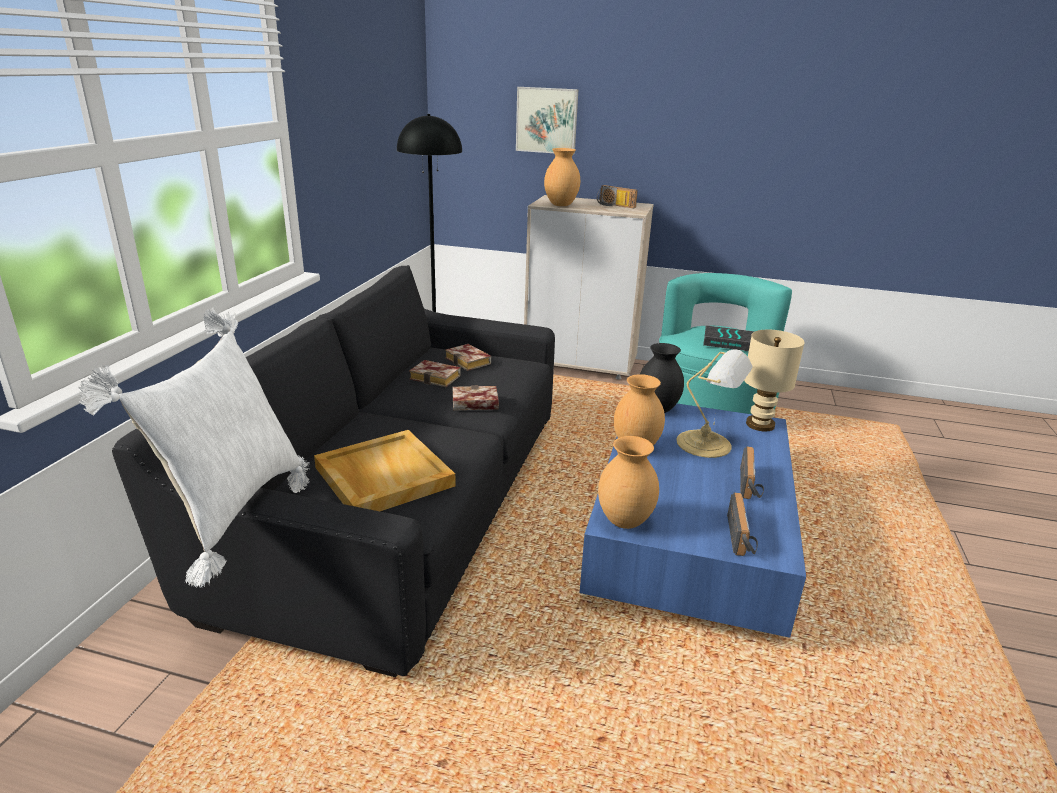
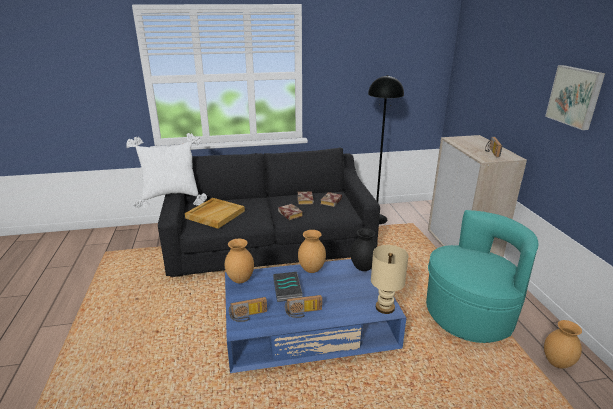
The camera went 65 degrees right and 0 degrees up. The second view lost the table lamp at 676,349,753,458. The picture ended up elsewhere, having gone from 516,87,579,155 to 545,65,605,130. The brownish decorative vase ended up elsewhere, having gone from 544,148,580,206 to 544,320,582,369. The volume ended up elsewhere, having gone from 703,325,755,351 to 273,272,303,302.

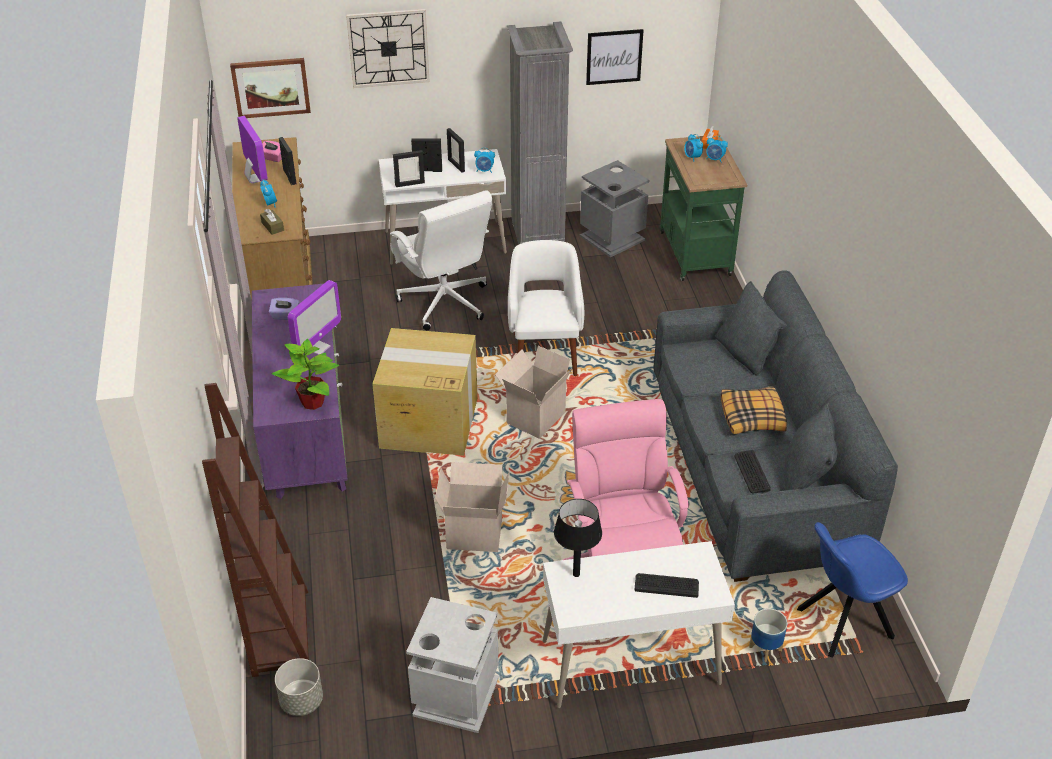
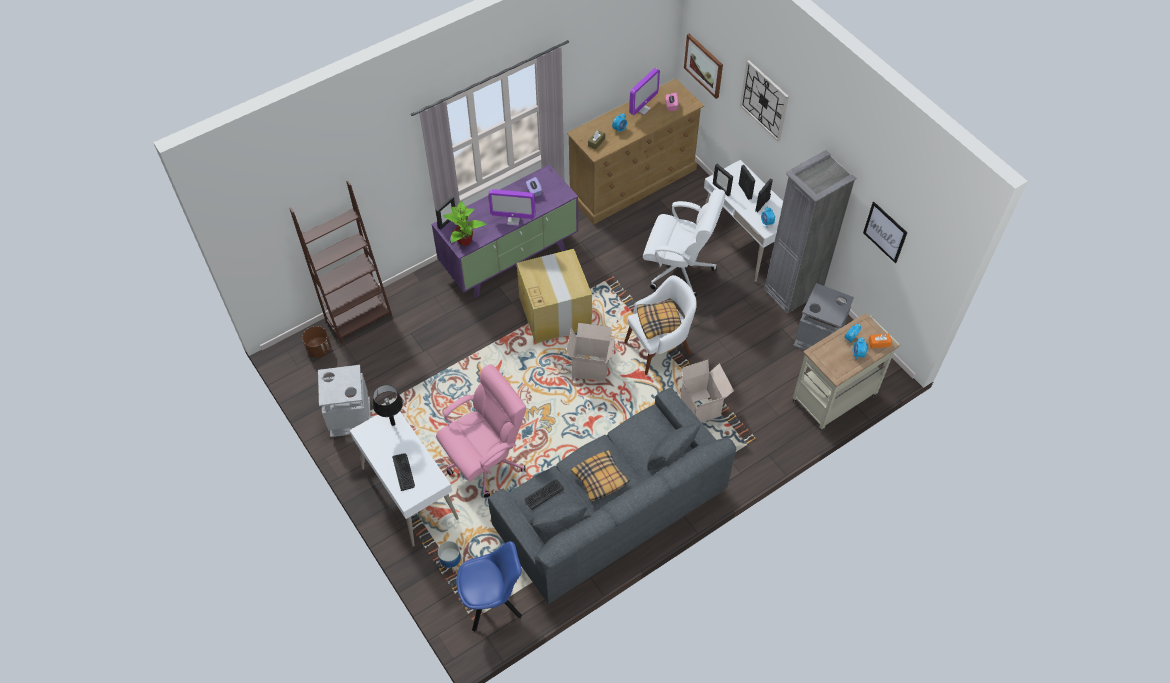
The camera went 65 degrees right and 15 degrees up. The second view gained the pillow at 637,298,681,339. The photo frame ended up elsewhere, having gone from 279,137,297,185 to 436,196,455,230. The carton ended up elsewhere, having gone from 435,462,510,552 to 680,360,734,422. What was the grey flower pot at 275,658,323,716 turned into the brownish flower pot at 302,326,331,358. What was the green trolley at 660,134,747,281 turned into the sand-coloured trolley at 793,313,901,431. The whitish desk chair at 390,190,492,330 ended up facing another way, 105 degrees counterclockwise from before. The blue upright chair at 797,522,908,658 ended up facing another way, 120 degrees clockwise from before.

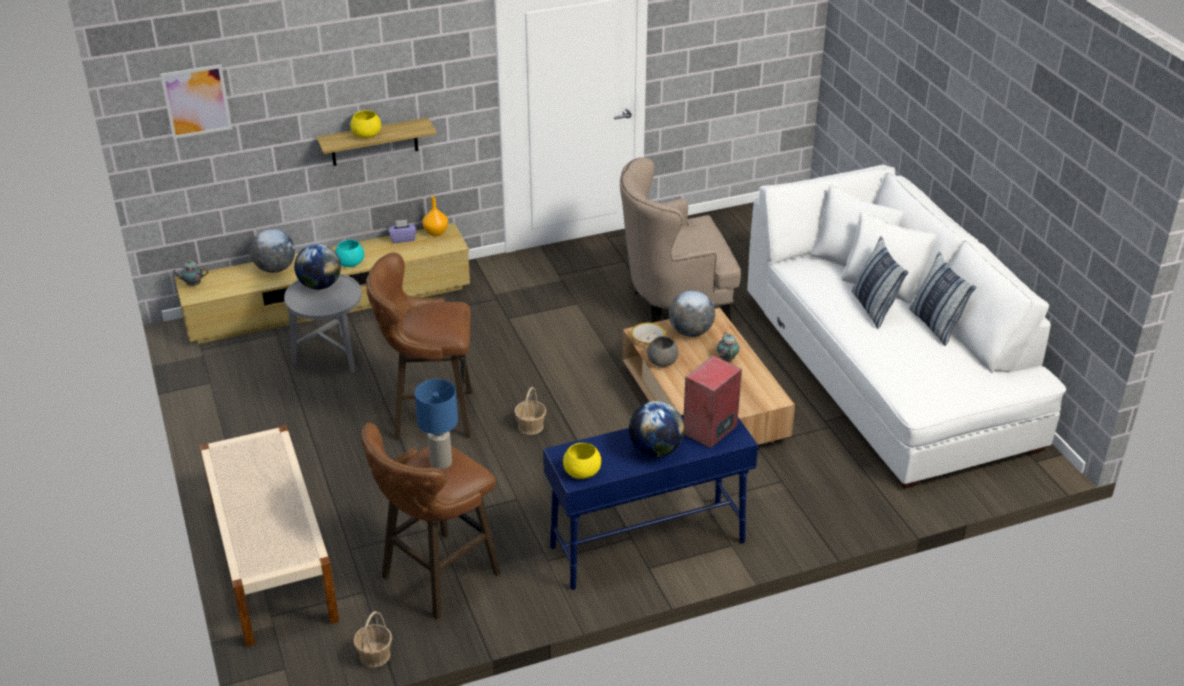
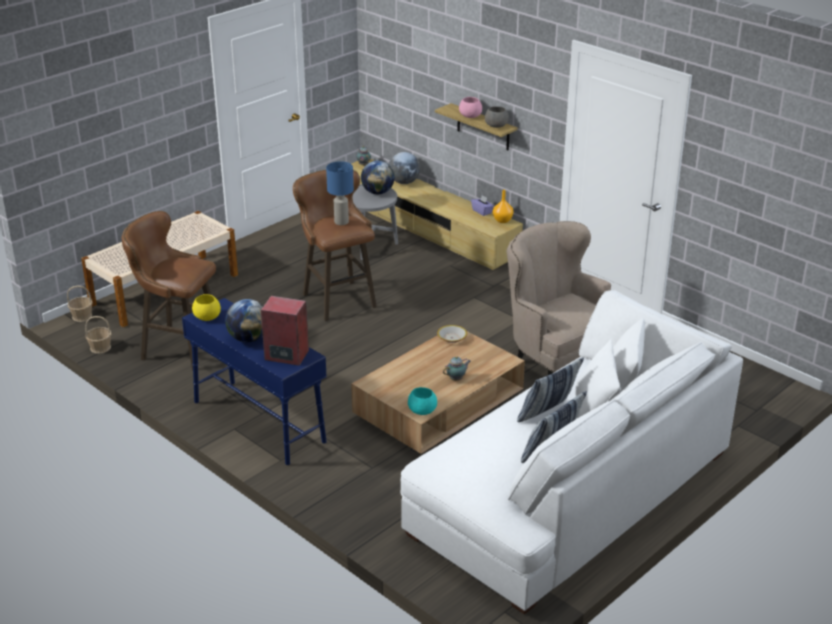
The camera went 65 degrees right and 5 degrees down. The second view lost the picture at 160,64,232,139. The second view lost the world globe at 669,291,715,337. The blue-green deep dish ended up elsewhere, having gone from 335,239,364,267 to 408,387,437,415. The blue table lamp ended up elsewhere, having gone from 415,379,458,470 to 326,161,354,225. The storage basket ended up elsewhere, having gone from 514,387,546,435 to 67,286,93,322. The grey deep dish ended up elsewhere, having gone from 647,336,679,367 to 485,106,509,128. What was the yellow deep dish at 350,110,381,138 turned into the pink-coloured deep dish at 459,97,482,118.

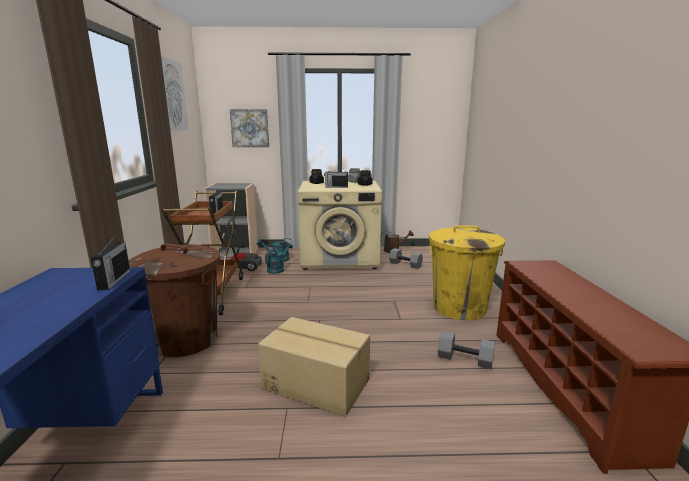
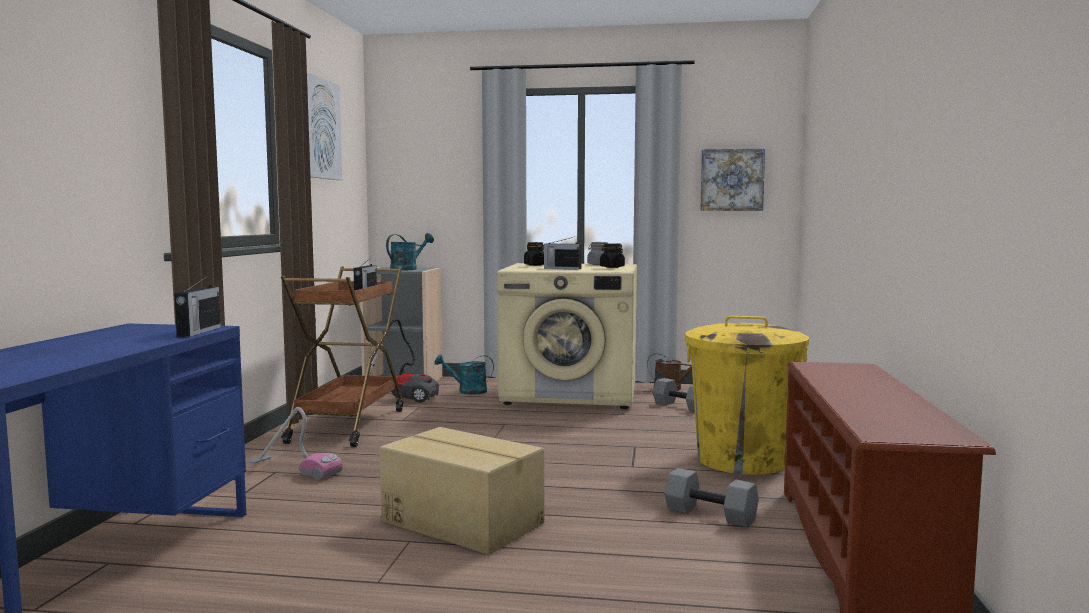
The camera went 10 degrees right and 10 degrees down. The picture ended up elsewhere, having gone from 230,109,269,147 to 700,149,765,211. The blue-green watering can ended up elsewhere, having gone from 265,242,293,274 to 386,233,434,271. Where the brownish rubbish bin stood at 129,243,220,357, the vacuum cleaner came to stand at 247,407,343,480.

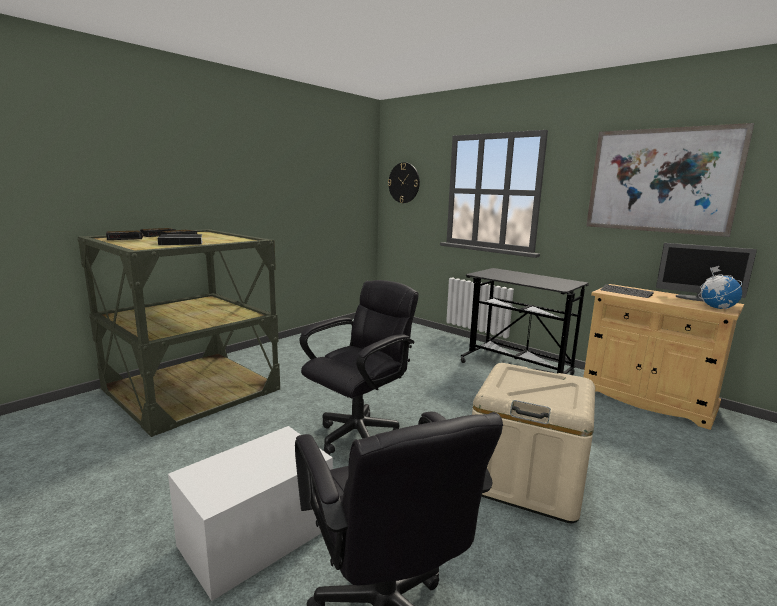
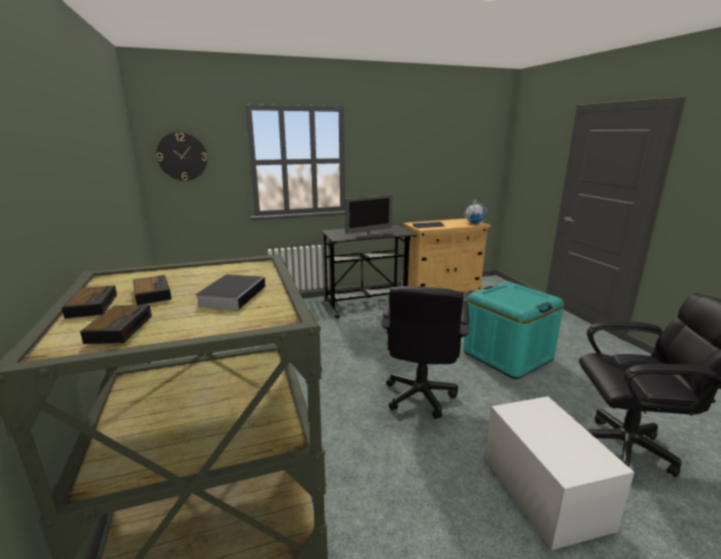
The camera went 60 degrees left and 5 degrees up. The second view lost the picture at 586,123,754,237. The computer display ended up elsewhere, having gone from 656,243,757,302 to 345,195,392,237. What was the sand-coloured storage bin at 472,363,595,523 turned into the blue-green storage bin at 463,282,564,379. The black desk chair at 300,280,419,455 ended up facing another way, 150 degrees counterclockwise from before.

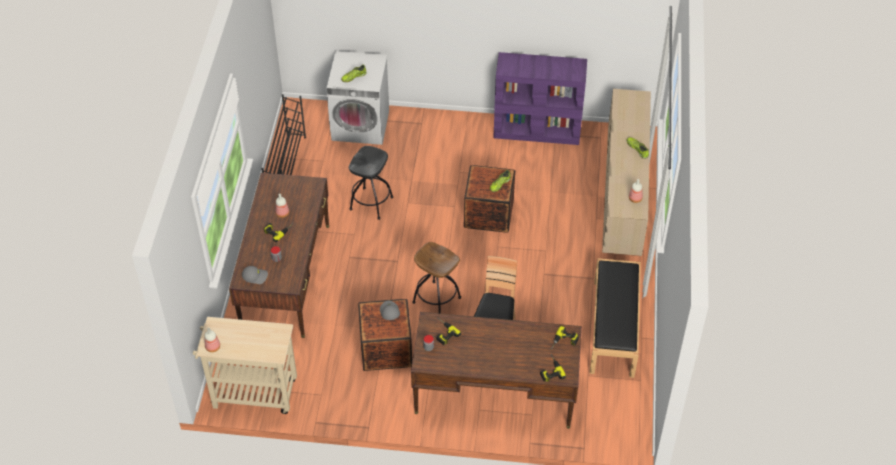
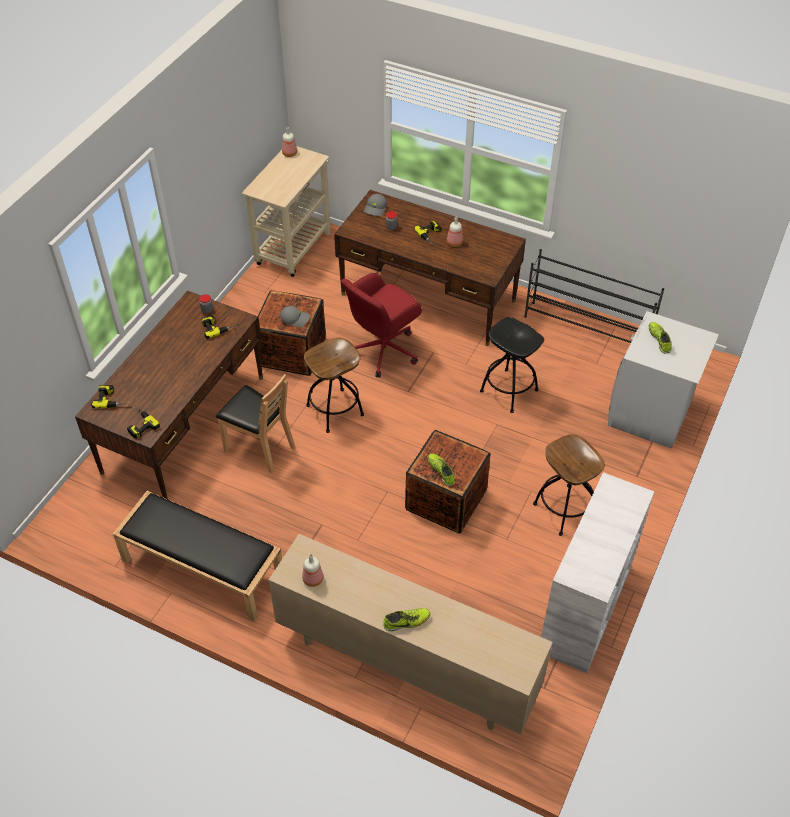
The camera went 110 degrees right and 0 degrees up. The second view gained the red desk chair at 341,273,422,378. The second view gained the brownish sitting stool at 533,434,605,536. What was the purple-coloured bookcase at 493,52,587,145 turned into the whitish bookcase at 541,472,655,673.

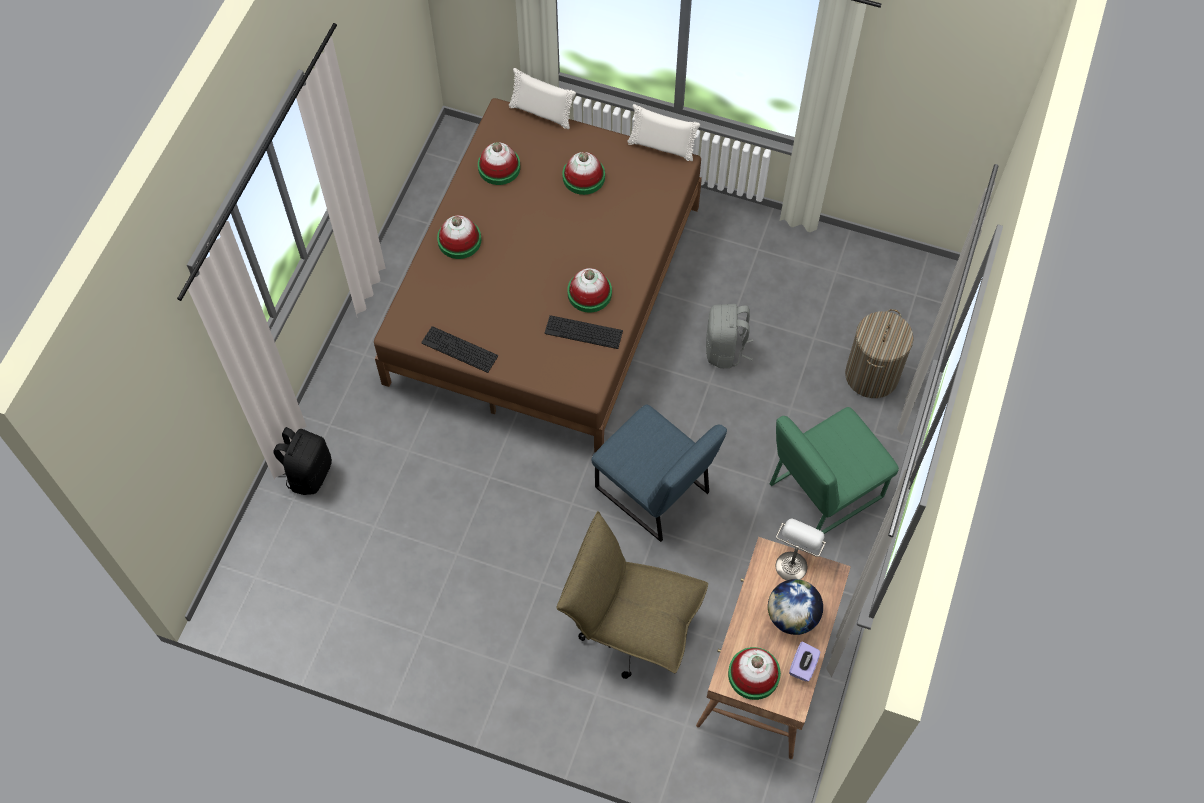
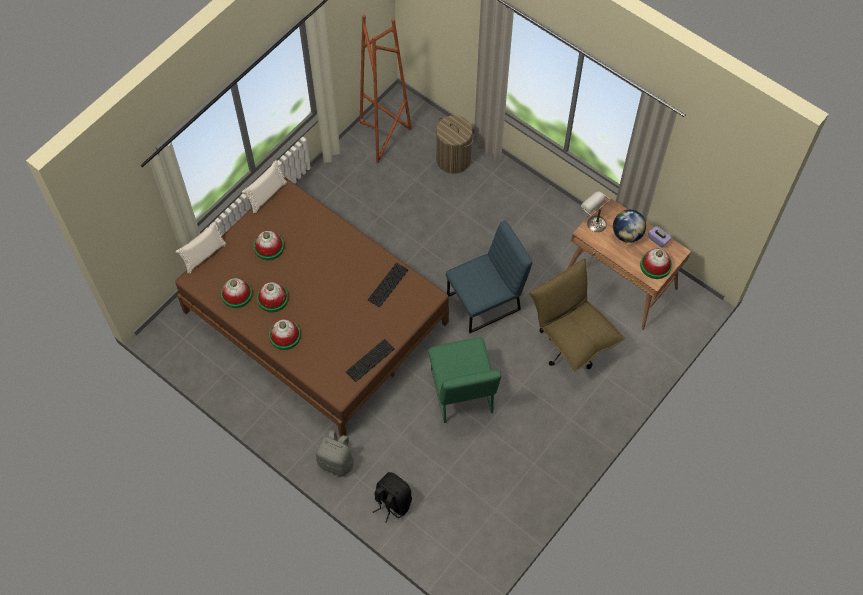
The camera went 70 degrees left and 0 degrees up. The second view gained the brownish garment rack at 360,15,412,163. The wearable hat ended up elsewhere, having gone from 567,268,612,313 to 257,282,288,312. The grey knapsack ended up elsewhere, having gone from 706,304,753,368 to 316,430,354,476. The green upright chair ended up elsewhere, having gone from 770,407,899,534 to 428,338,501,423. The sand-coloured desk chair at 557,511,708,679 ended up facing another way, 105 degrees clockwise from before.

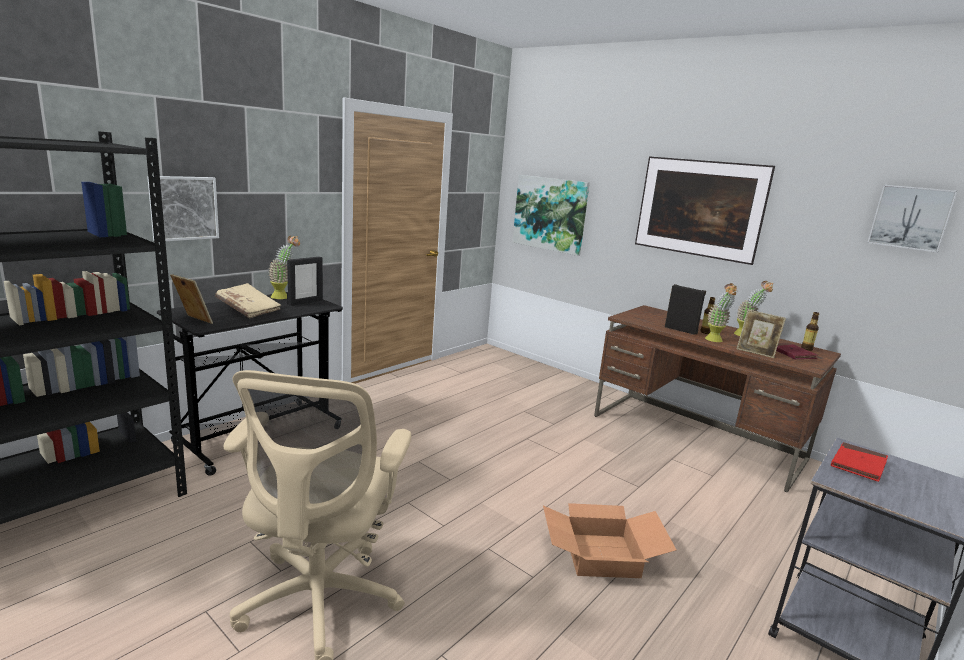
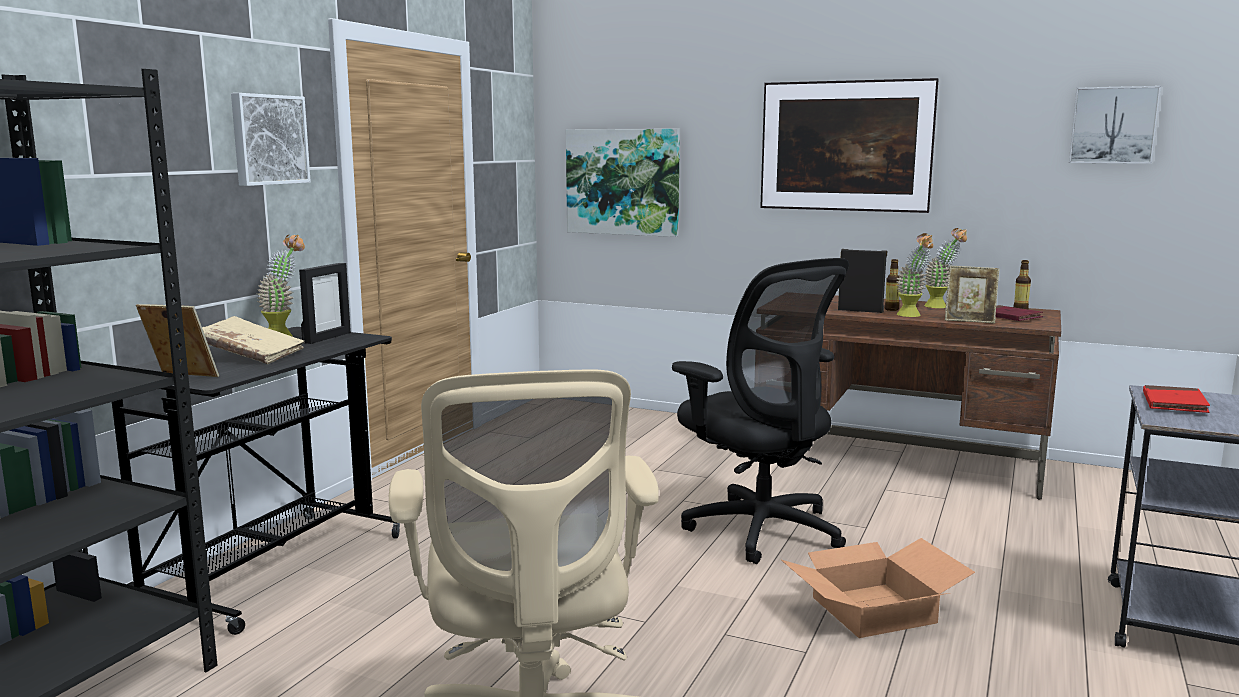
The camera went 15 degrees left and 5 degrees down. The second view gained the black desk chair at 672,258,849,564. The picture ended up elsewhere, having gone from 147,176,219,241 to 231,93,311,186.

